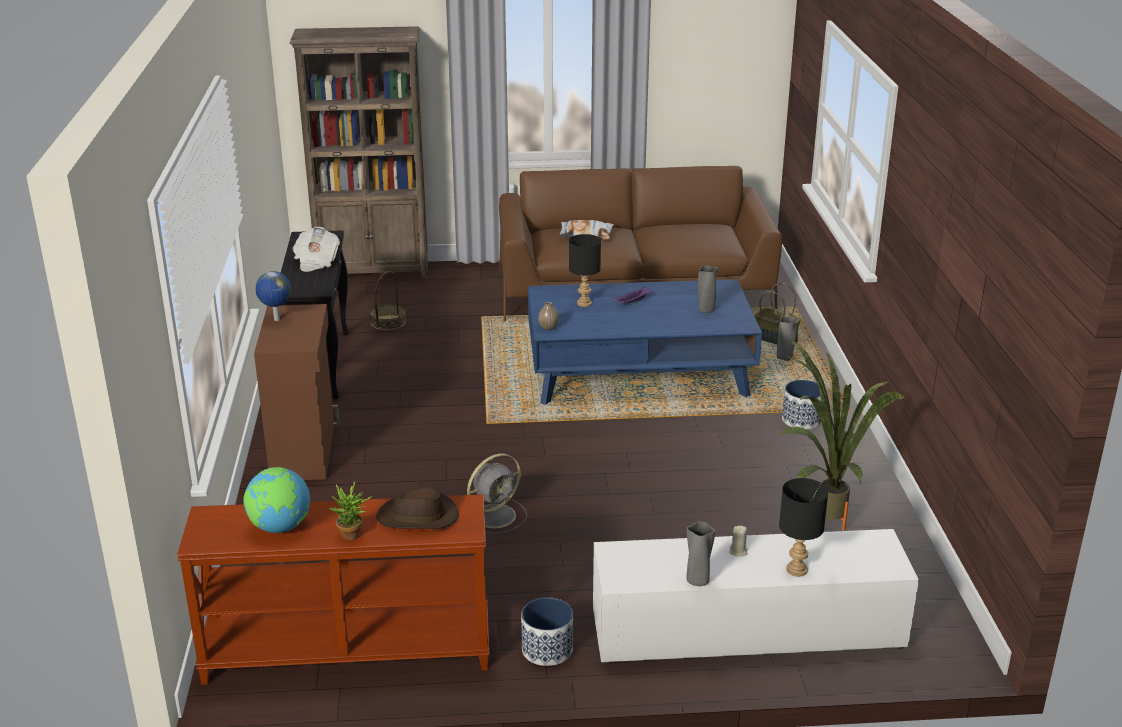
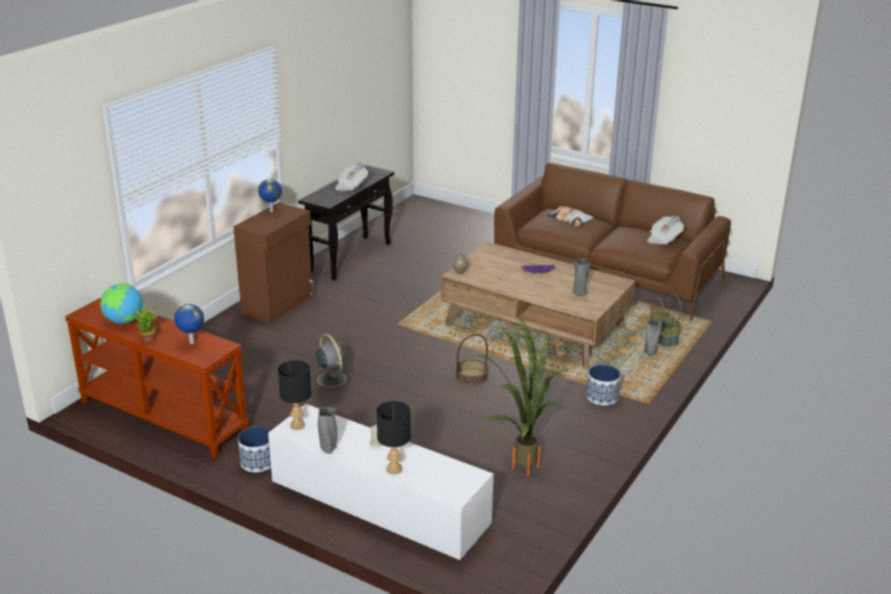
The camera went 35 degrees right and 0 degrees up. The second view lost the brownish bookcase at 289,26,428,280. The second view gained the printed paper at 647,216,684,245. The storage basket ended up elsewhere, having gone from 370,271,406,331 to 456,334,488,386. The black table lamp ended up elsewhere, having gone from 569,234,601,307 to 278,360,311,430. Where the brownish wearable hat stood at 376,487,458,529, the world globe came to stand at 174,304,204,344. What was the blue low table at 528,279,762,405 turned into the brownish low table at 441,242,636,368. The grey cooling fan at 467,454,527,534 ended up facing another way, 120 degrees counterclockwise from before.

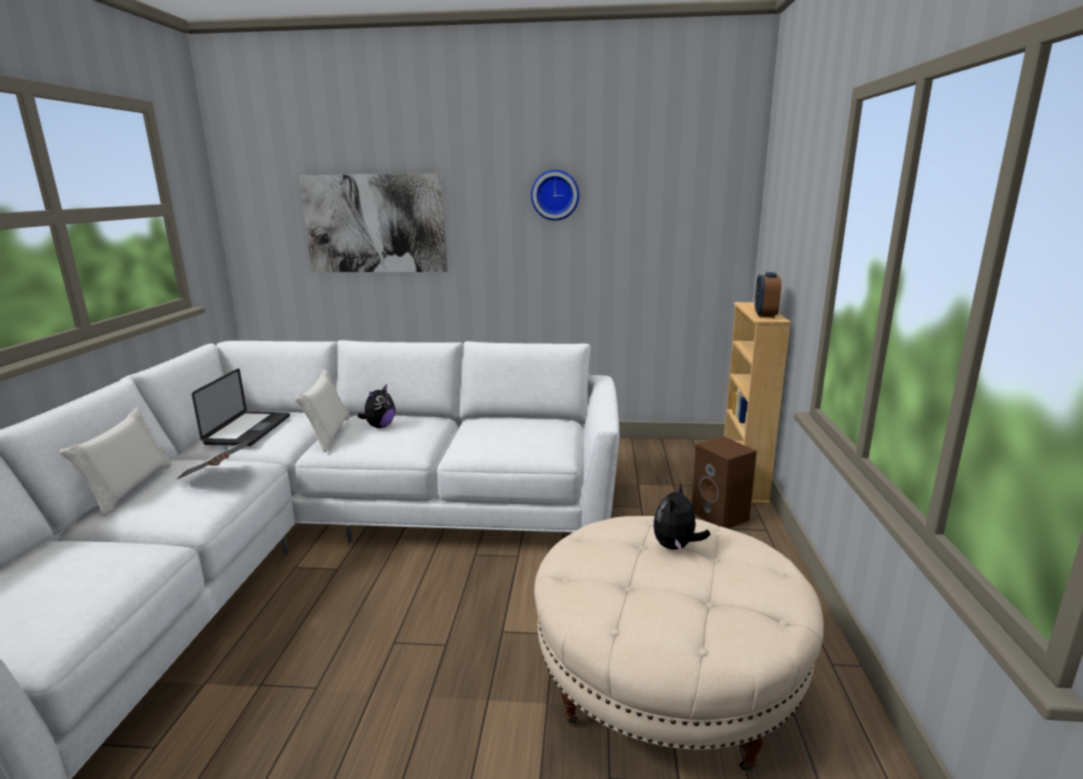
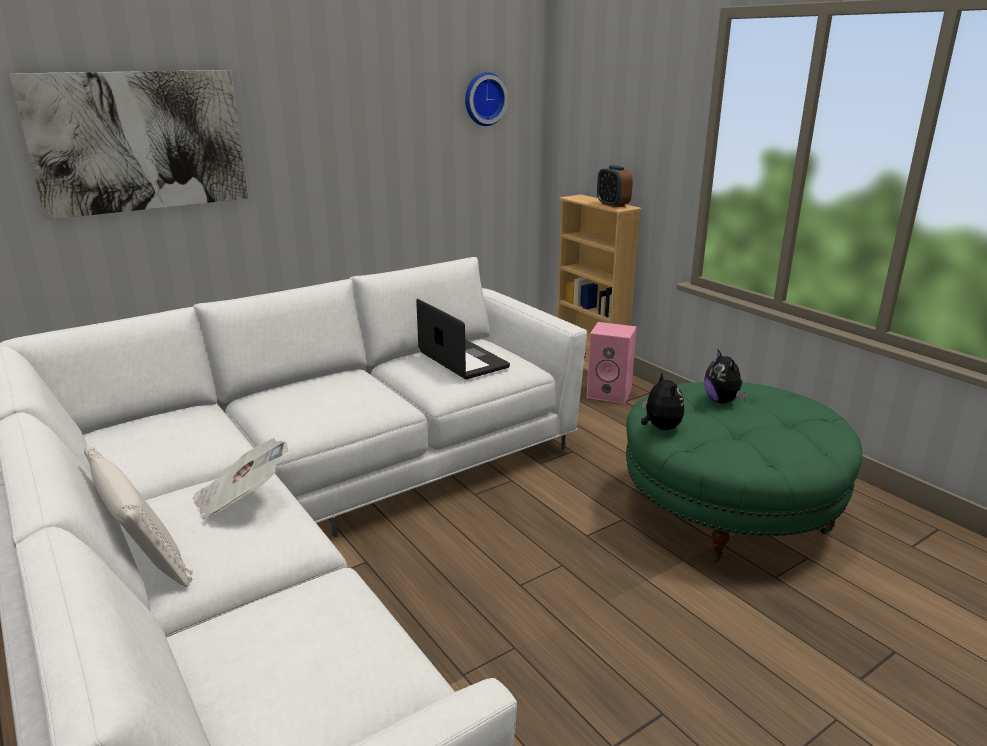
The camera went 40 degrees left and 5 degrees up. The second view lost the whitish pillow at 295,369,350,452. The laptop ended up elsewhere, having gone from 192,368,290,446 to 416,299,510,379. The cuddly toy ended up elsewhere, having gone from 358,384,395,428 to 641,371,684,430. The clock on the wall ended up elsewhere, having gone from 531,170,579,221 to 465,72,508,126. What was the sand-coloured ottoman at 534,516,824,771 turned into the green ottoman at 626,382,863,563. What was the brownish audio speaker at 692,436,757,528 turned into the pink-coloured audio speaker at 586,322,637,404.

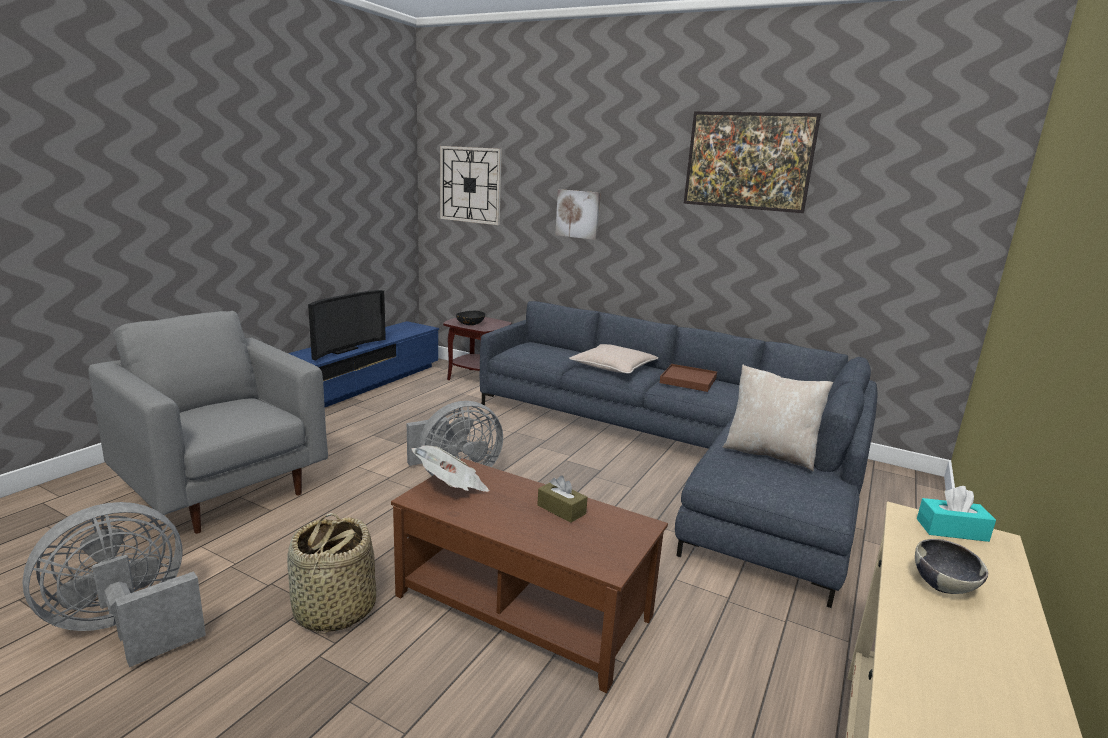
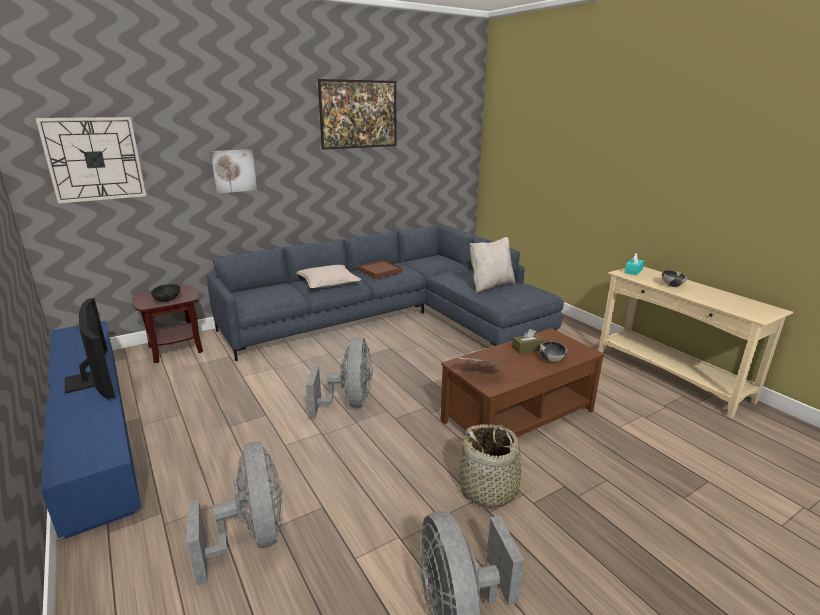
The camera went 60 degrees left and 5 degrees up. The second view gained the deep dish at 540,341,567,363. Where the grey armchair stood at 88,311,328,534, the grey cooling fan came to stand at 187,442,282,585.

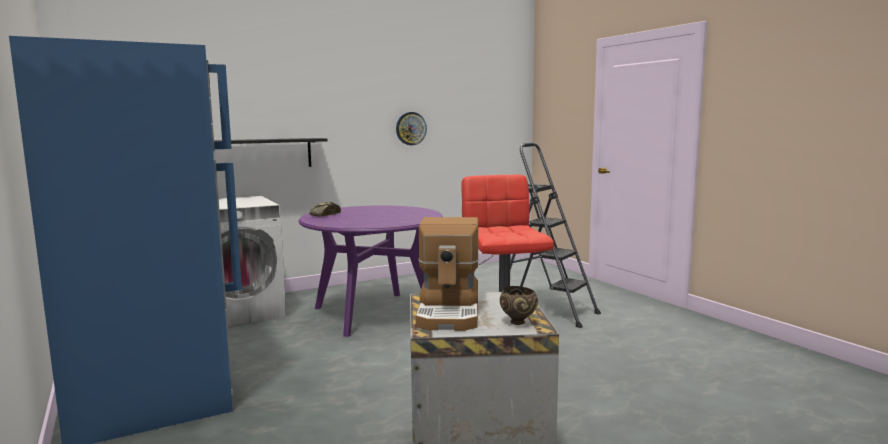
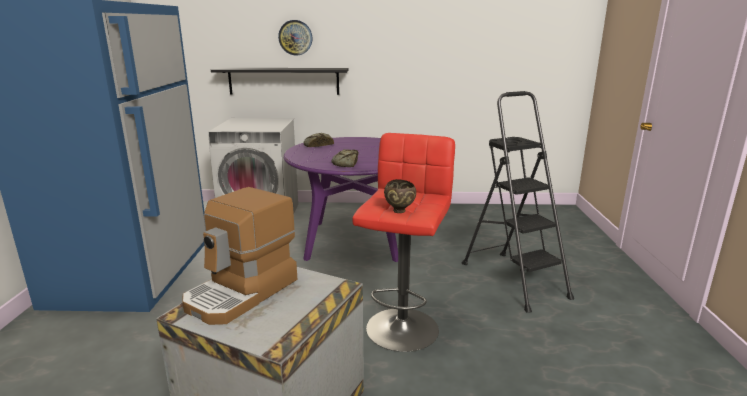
The camera went 30 degrees right and 10 degrees up. The second view gained the baked bread at 331,149,359,167. The clock on the wall ended up elsewhere, having gone from 396,112,427,145 to 278,20,312,55. The brownish deep dish ended up elsewhere, having gone from 500,286,538,325 to 384,179,416,213.

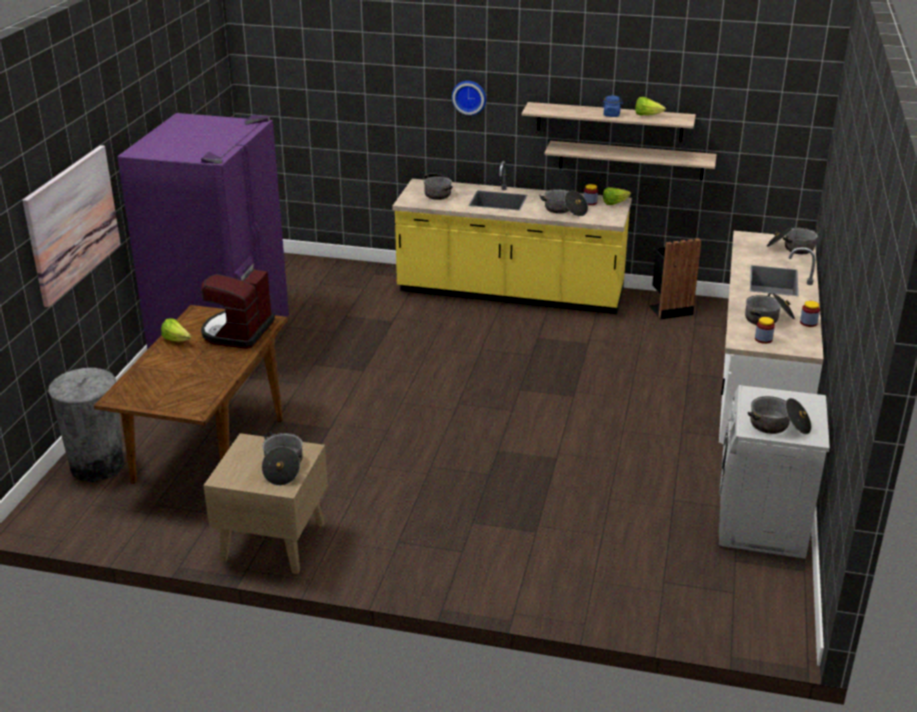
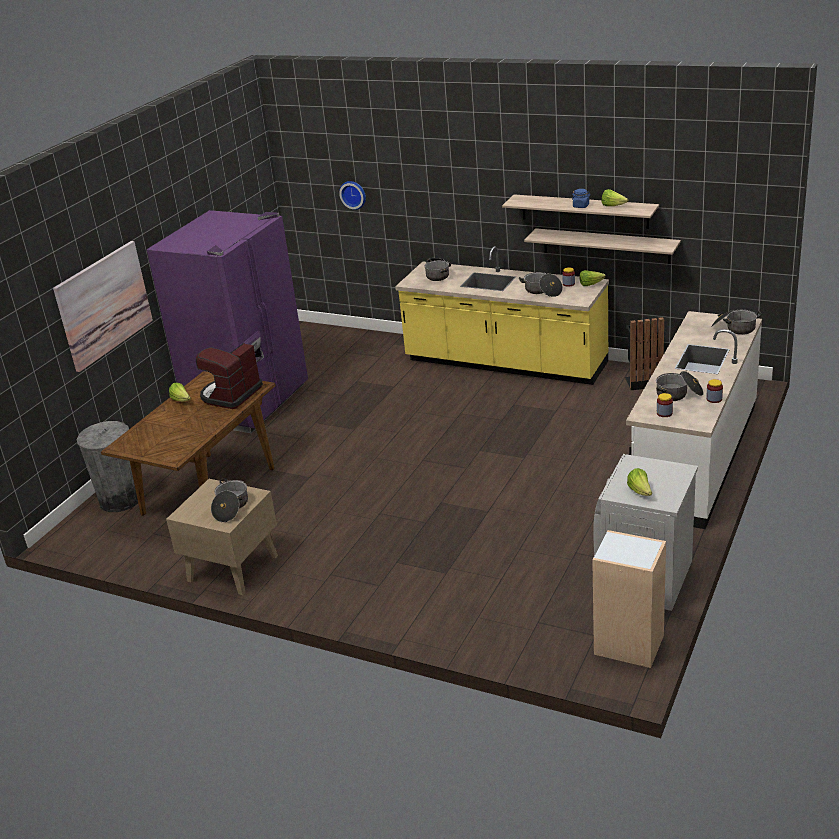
The camera went 15 degrees right and 0 degrees up. The second view gained the bookcase at 592,530,666,668. The clock on the wall ended up elsewhere, having gone from 452,81,486,115 to 339,181,366,210. Where the saucepot stood at 748,396,811,434, the lettuce came to stand at 627,468,652,496.

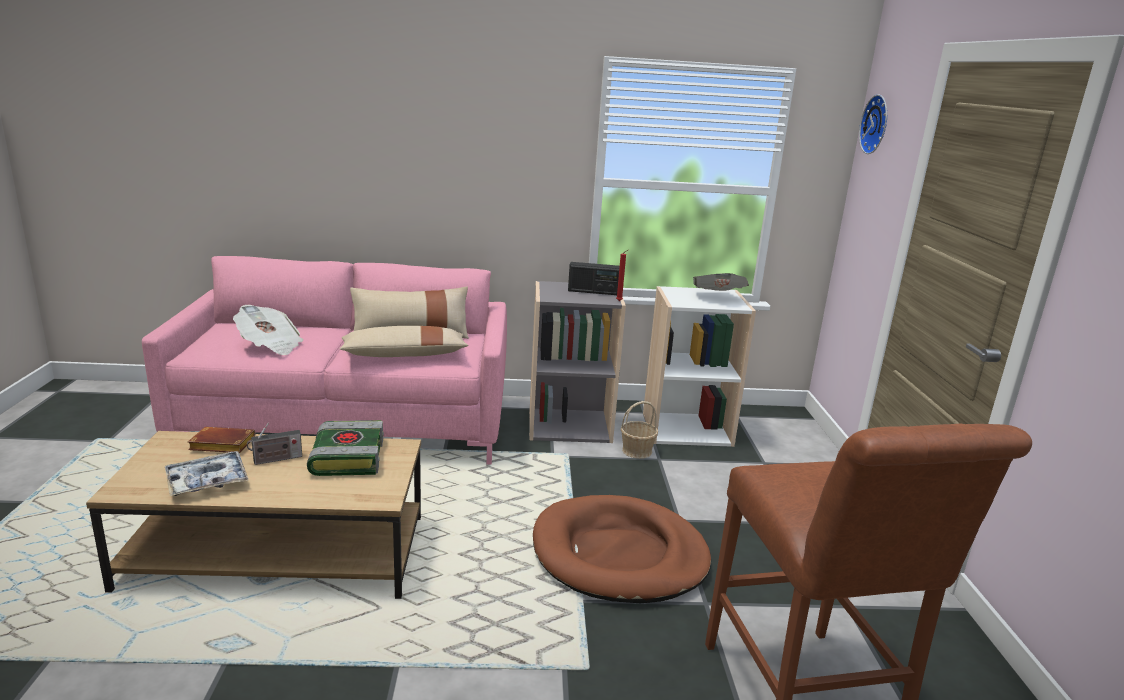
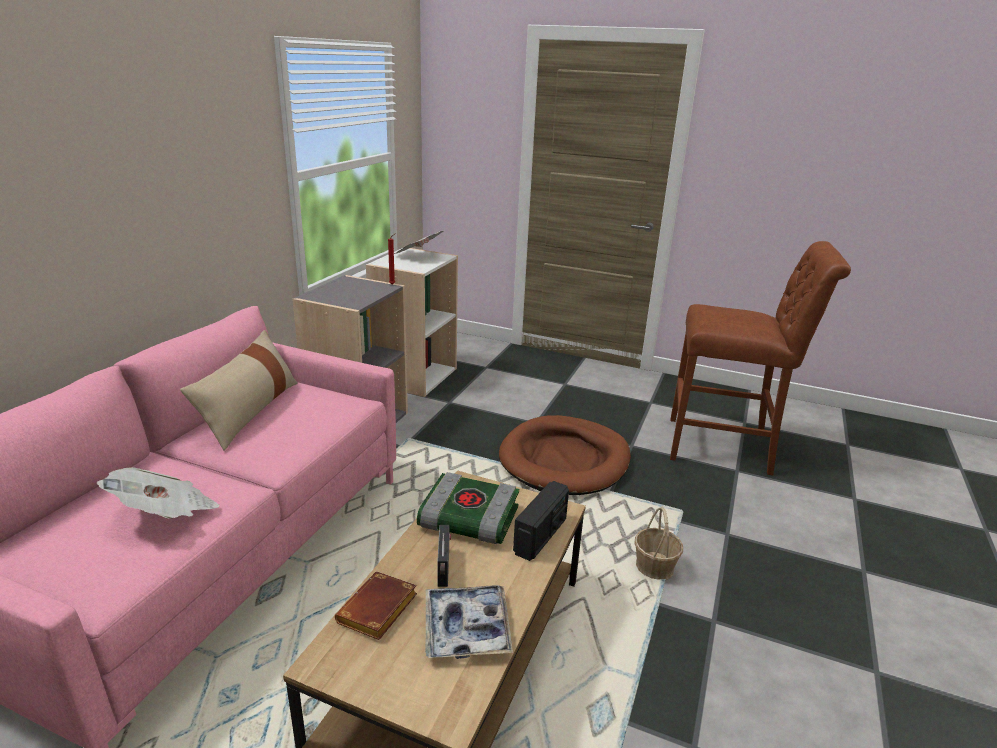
The camera went 65 degrees left and 5 degrees up. The second view lost the sand-coloured pillow at 340,326,468,357. The second view lost the clock on the wall at 859,94,887,154. The radio set ended up elsewhere, having gone from 568,262,620,295 to 513,481,569,561. The storage basket ended up elsewhere, having gone from 621,401,658,459 to 635,507,683,580.

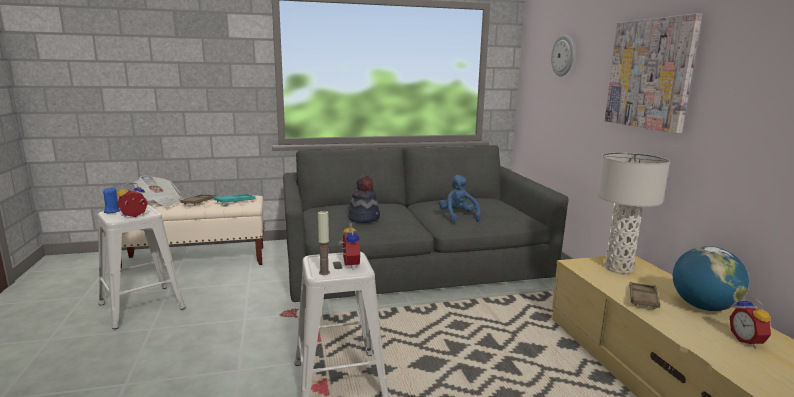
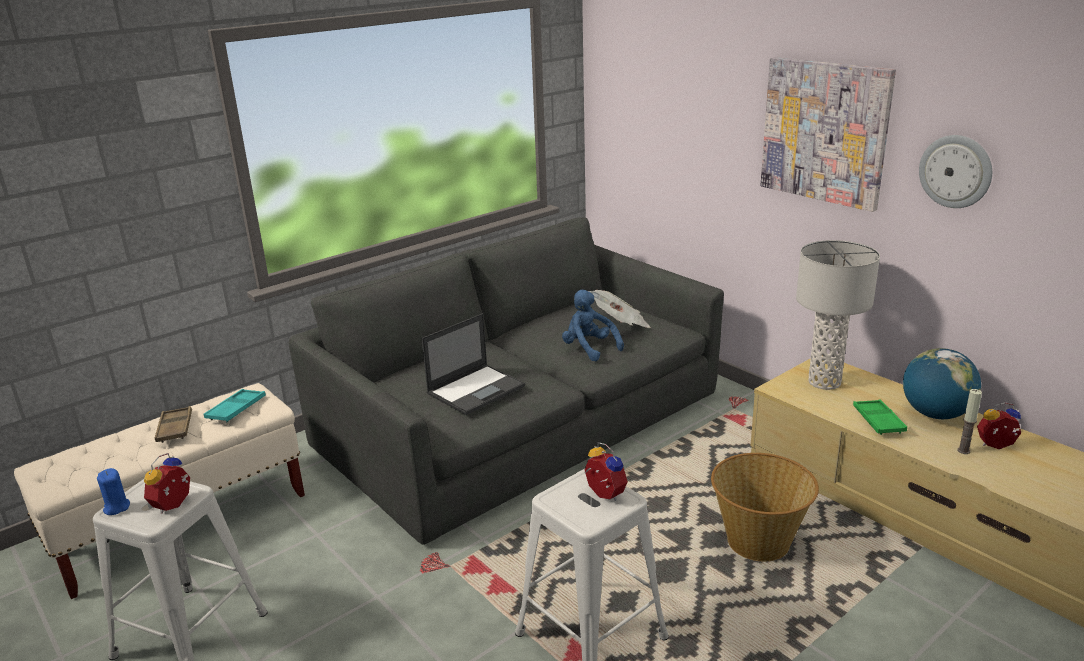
The camera went 25 degrees left and 10 degrees up. The second view gained the storage basket at 711,453,819,561. The printed paper ended up elsewhere, having gone from 134,176,183,207 to 589,290,650,328. The candle ended up elsewhere, having gone from 318,211,330,275 to 957,389,982,454. The clock on the wall ended up elsewhere, having gone from 551,35,574,76 to 919,135,992,208. Where the wearable hat stood at 348,175,380,223, the laptop came to stand at 422,313,525,415. What was the brownish serving tray at 629,282,660,309 turned into the green serving tray at 853,399,907,435. The bedside clock at 730,296,771,348 ended up facing another way, 120 degrees clockwise from before.

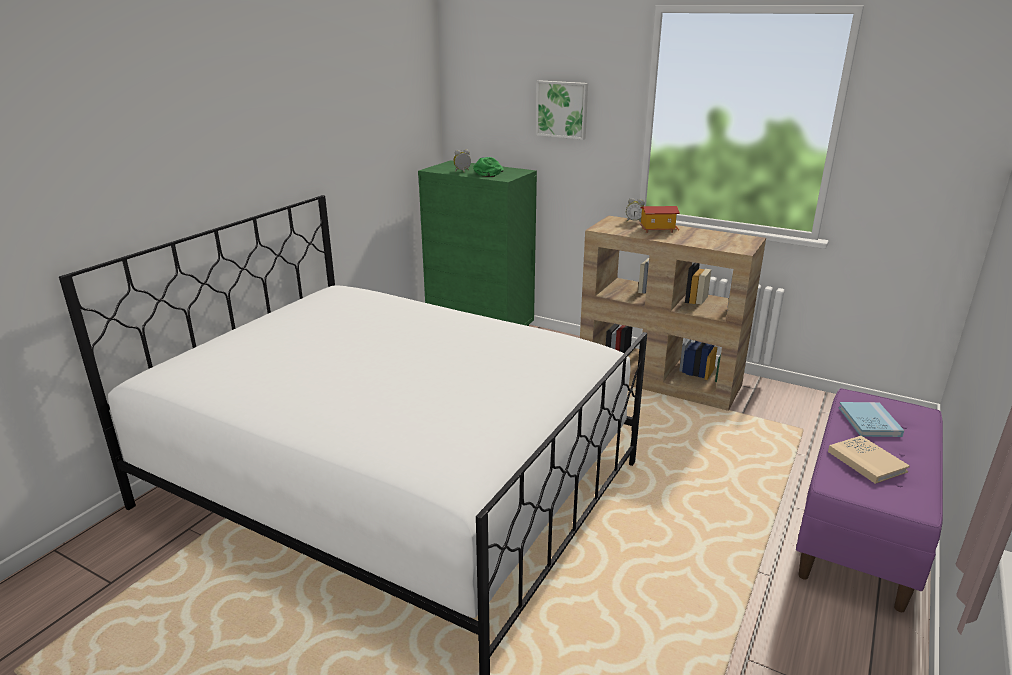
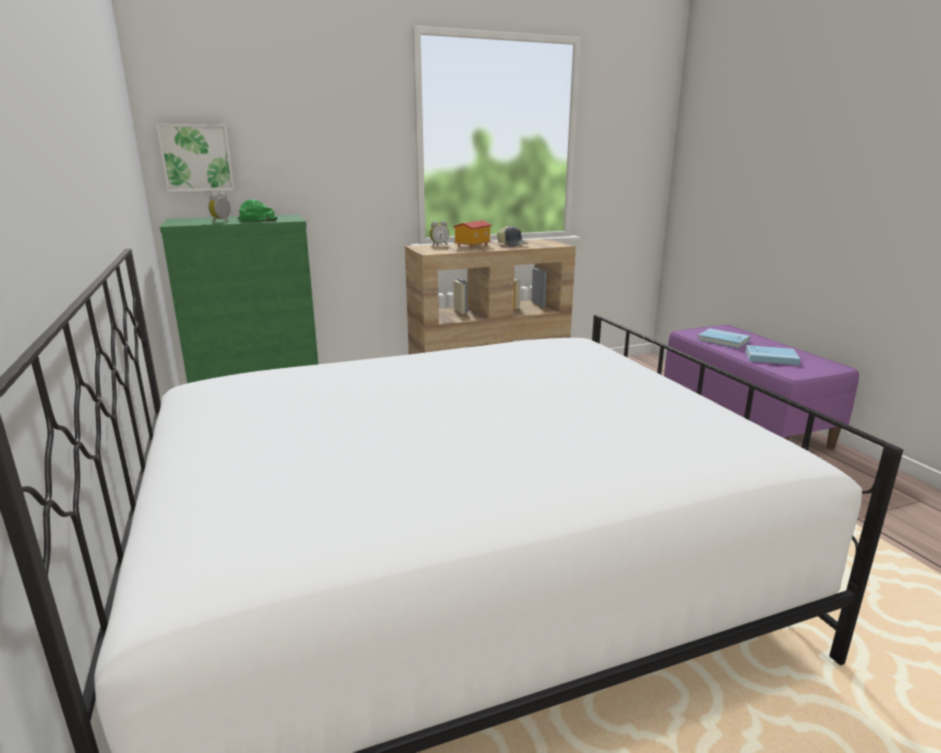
The camera went 50 degrees left and 5 degrees down. The second view gained the cap at 497,225,529,247. The picture ended up elsewhere, having gone from 536,80,588,140 to 156,124,235,192. What was the sand-coloured volume at 828,436,910,484 turned into the blue volume at 745,345,800,365.

